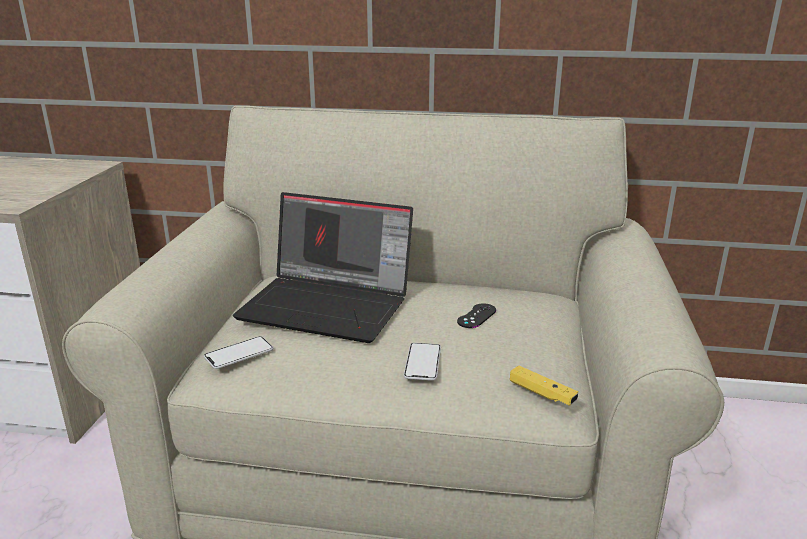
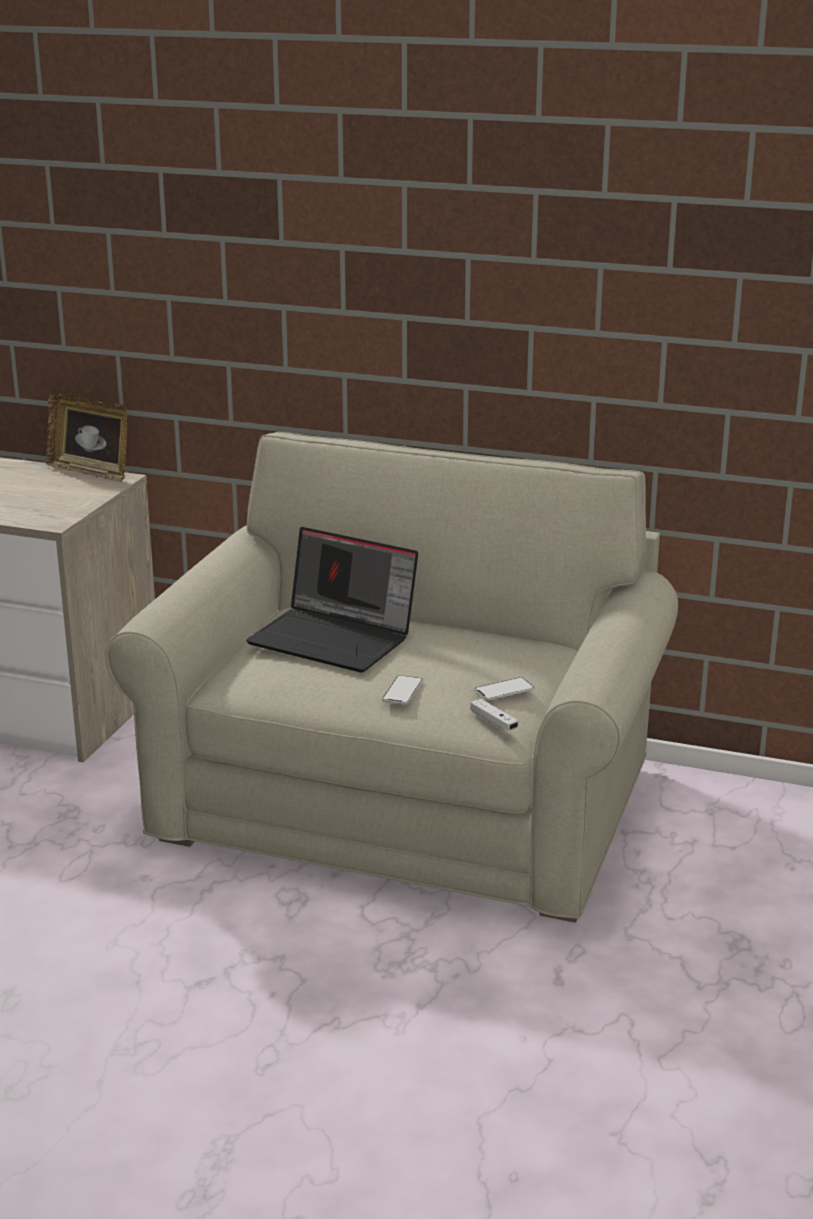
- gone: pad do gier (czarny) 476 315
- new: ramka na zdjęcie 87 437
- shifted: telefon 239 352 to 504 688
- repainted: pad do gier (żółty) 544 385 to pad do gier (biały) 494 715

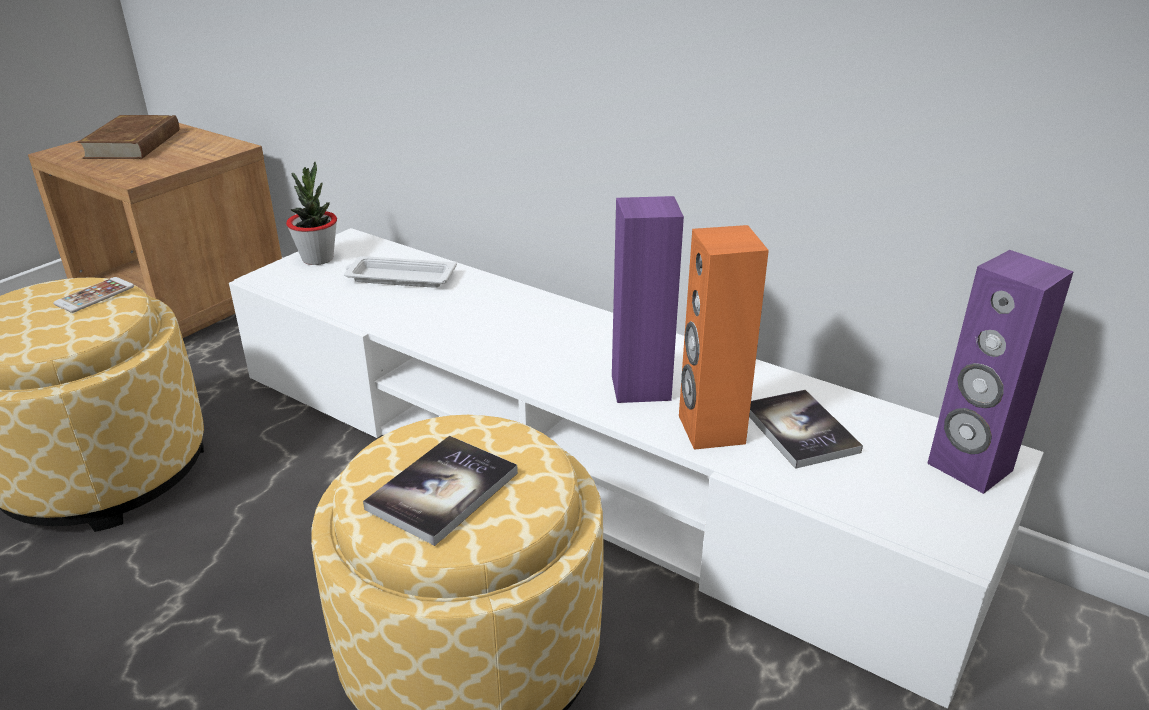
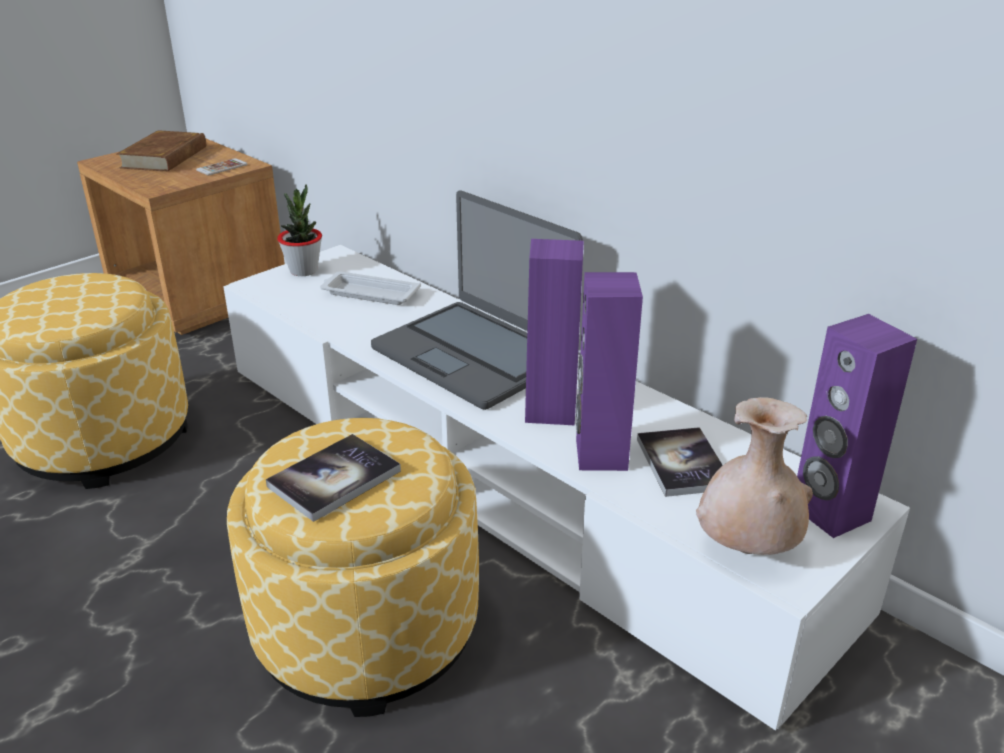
- new: laptop 477 300
- new: wazon (beżowy) 754 476
- shifted: telefon 93 295 to 221 166
- repainted: głośnik (pomarańczowy) 724 337 to głośnik (fioletowy) 609 371

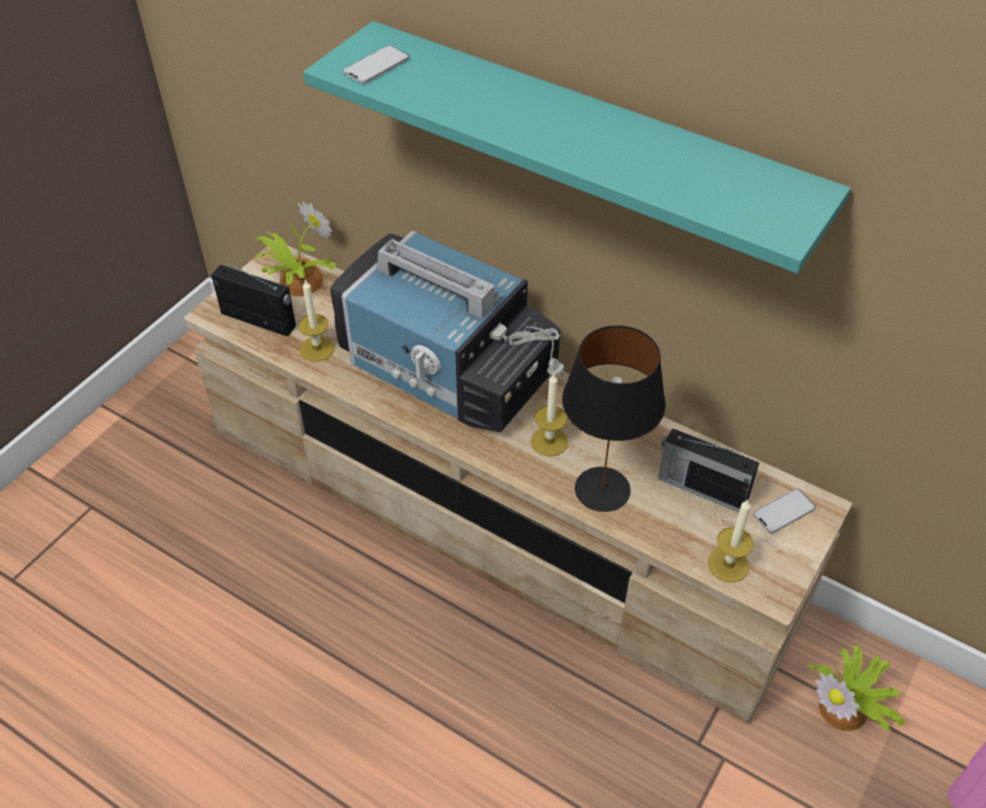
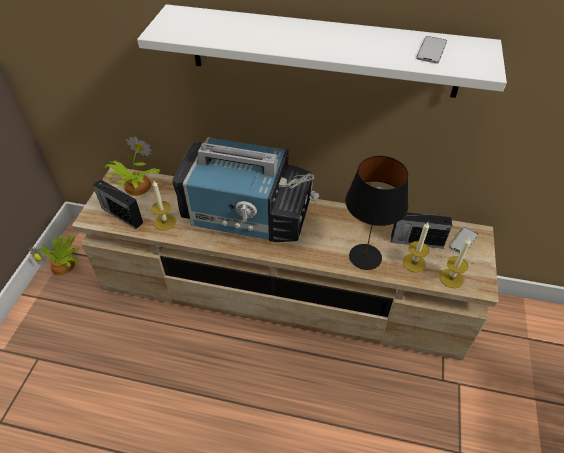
- shifted: telefon 376 64 to 431 50
- shifted: świeca 549 415 to 416 247
- shifted: roślina doniczkowa 856 687 to 54 255
- repainted: półka (turkusowy) 577 147 to półka (biały) 322 51
- rotated: radio 253 298 = 118 204 150 degrees counterclockwise

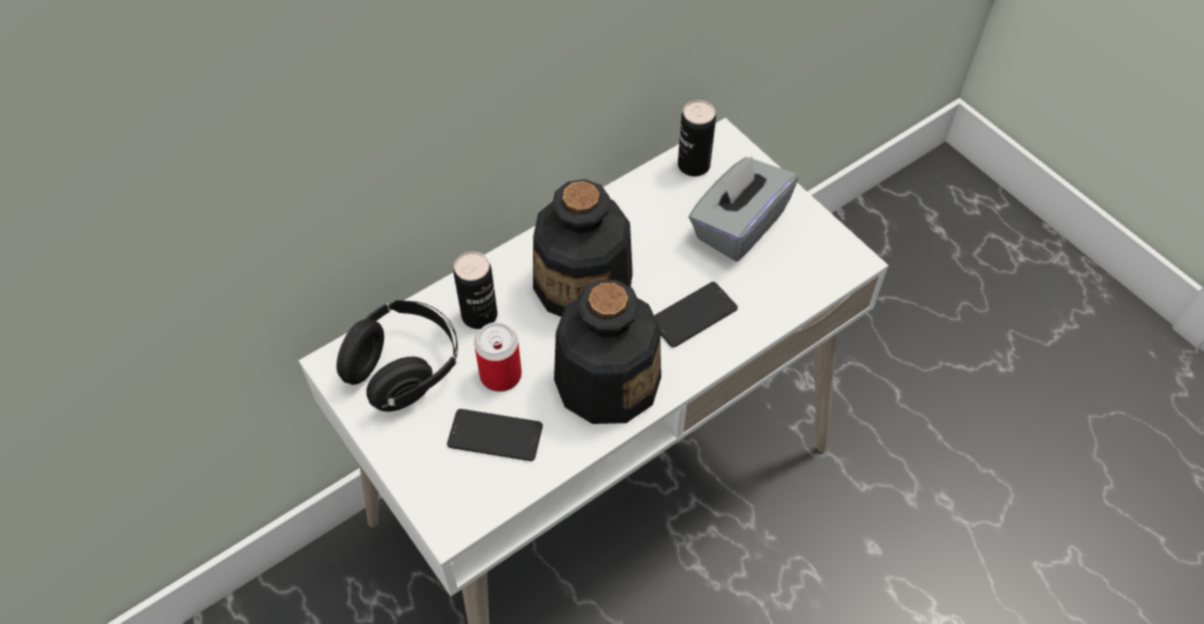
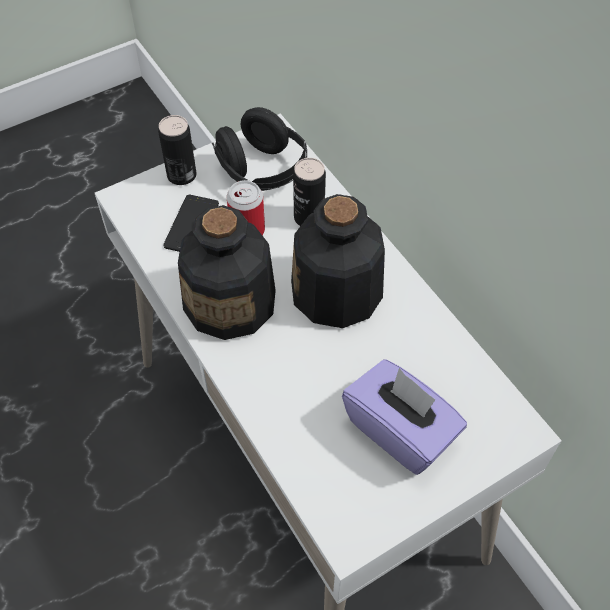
- gone: telefon 696 314
- shifted: puszka 697 138 to 177 150
- repainted: pudełko chusteczek (szary) 743 209 to pudełko chusteczek (fioletowy) 404 417

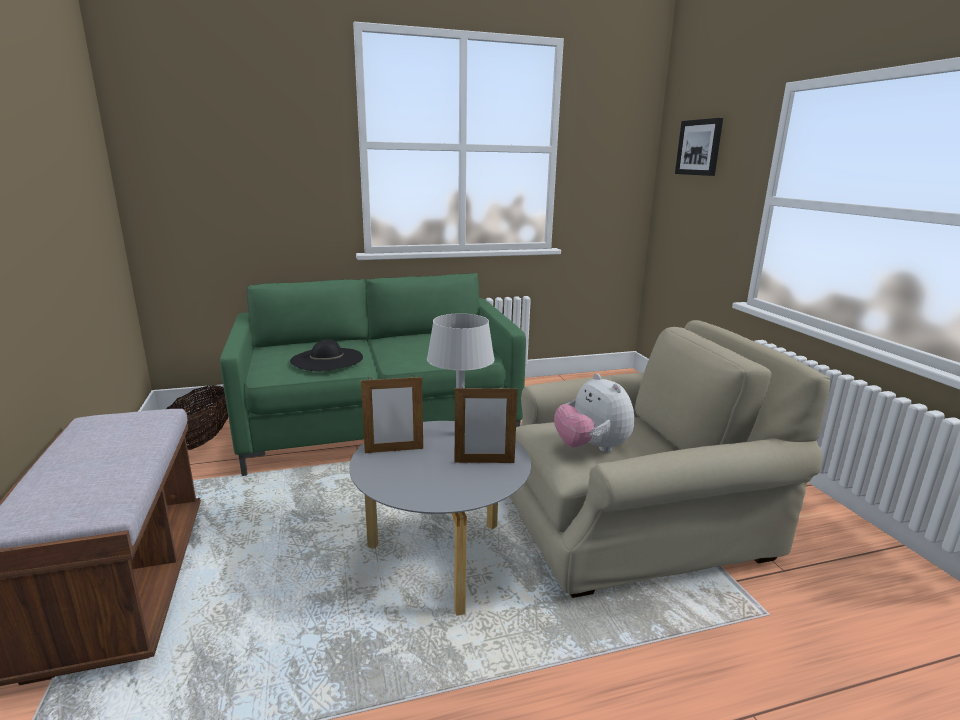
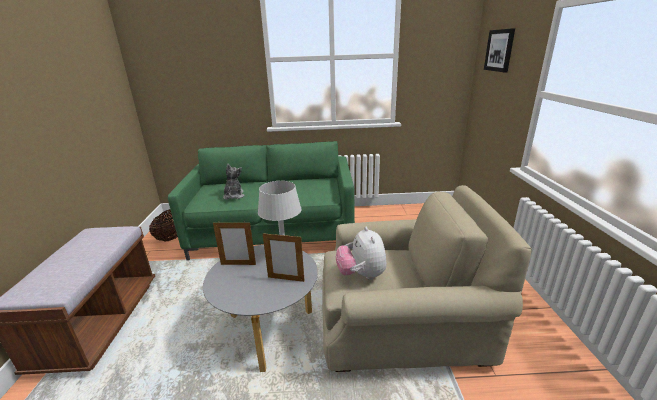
- swapped: kapelusz (czarny) 326 355 to pluszak 233 182

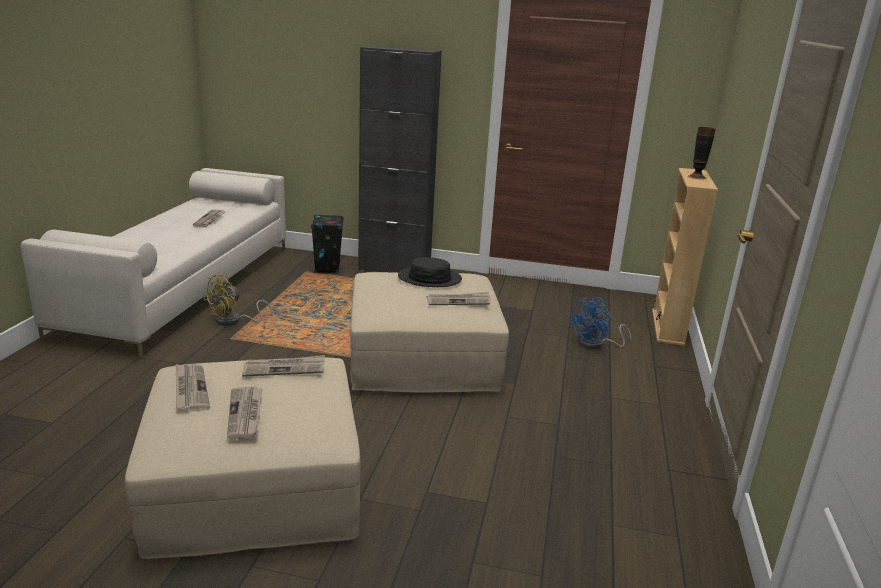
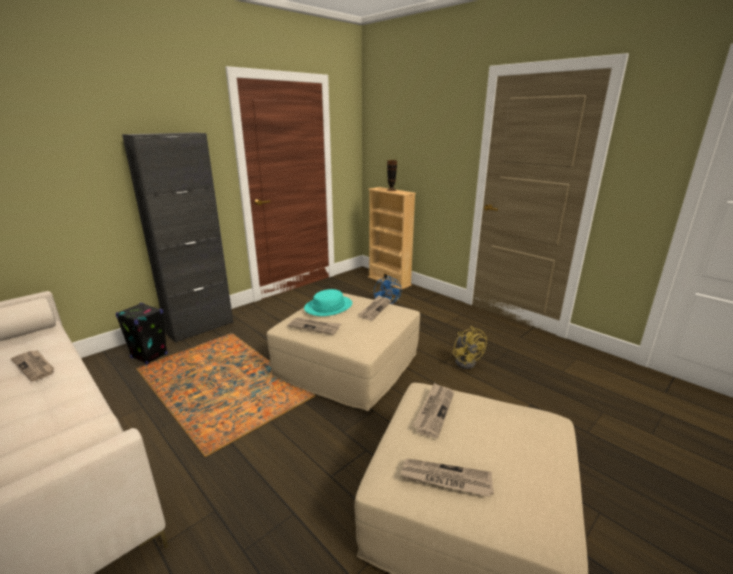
- shifted: wentylator (żółty) 238 300 to 469 347
- shifted: gazeta 244 412 to 314 326
- repainted: kapelusz (czarny) 430 272 to kapelusz (turkusowy) 328 302

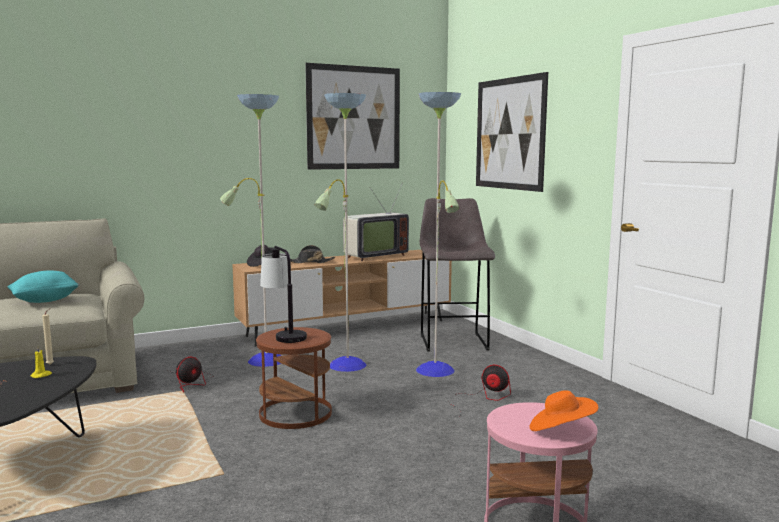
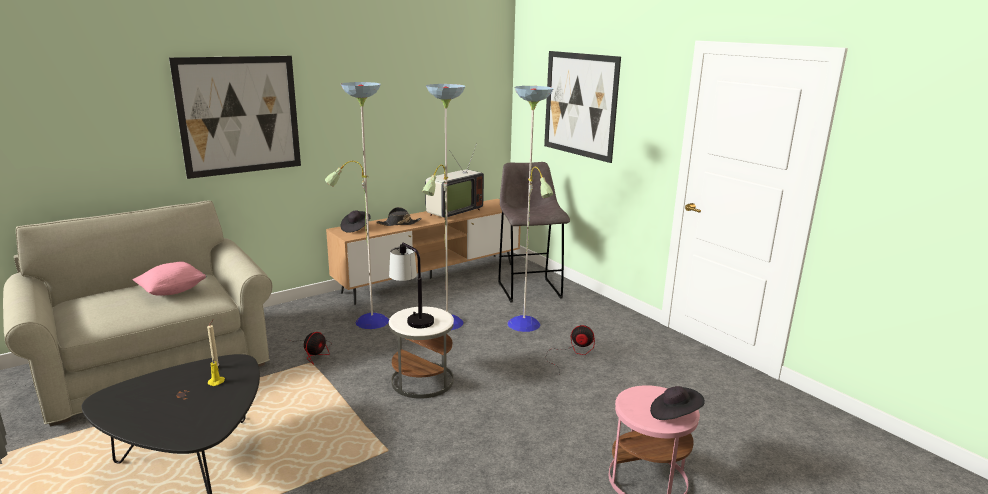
- shifted: obraz 352 116 to 235 117
- repainted: poduszka (turkusowy) 43 287 to poduszka (różowy) 170 278
- repainted: stolik (brązowy) 294 378 to stolik (biały) 421 353
- repainted: kapelusz (pomarańczowy) 564 410 to kapelusz (czarny) 677 403

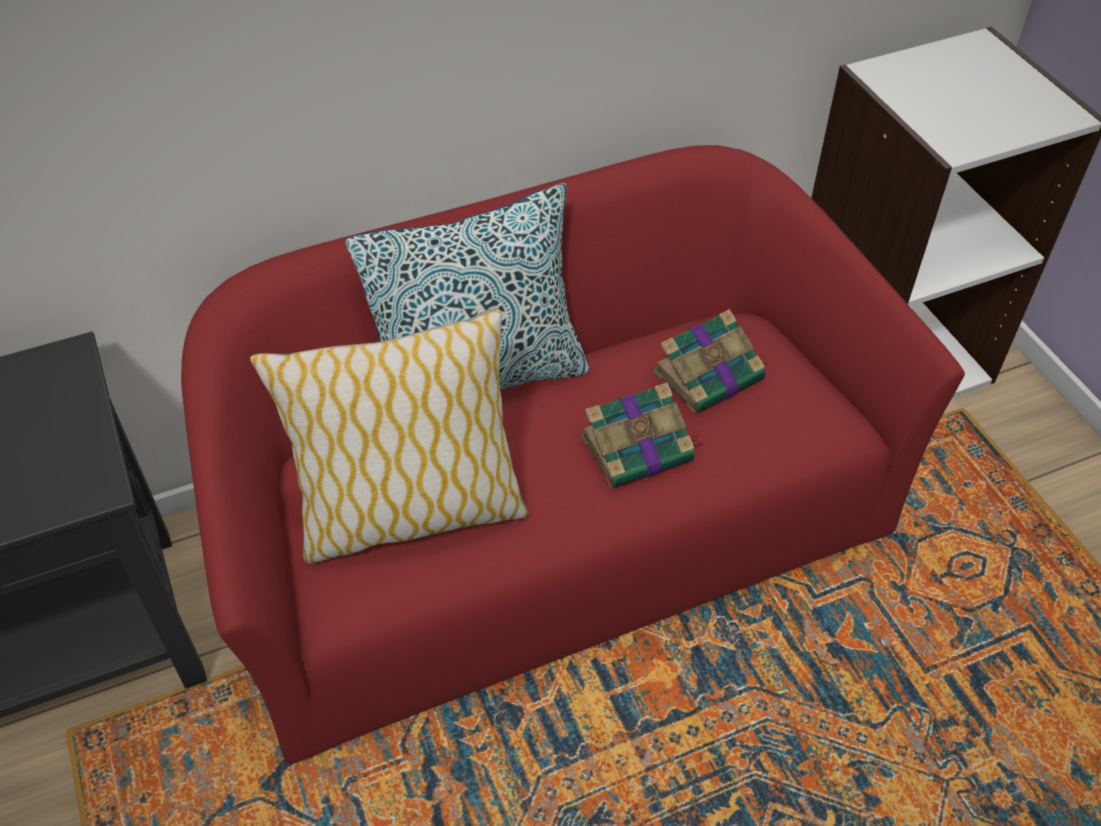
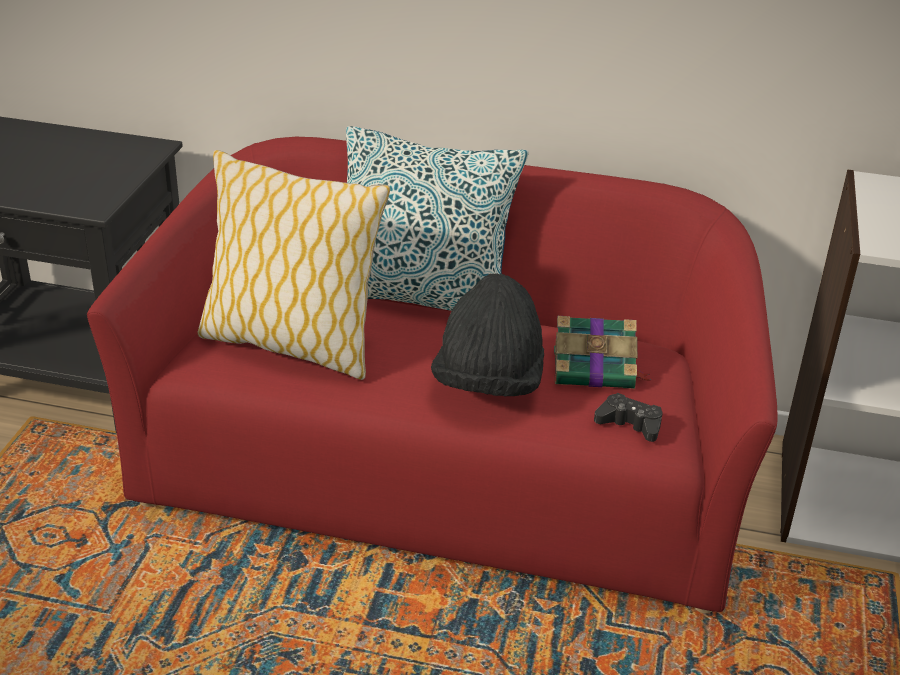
- new: pad do gier (czarny) 628 417
- swapped: książka 642 435 to kapelusz (czarny) 487 335

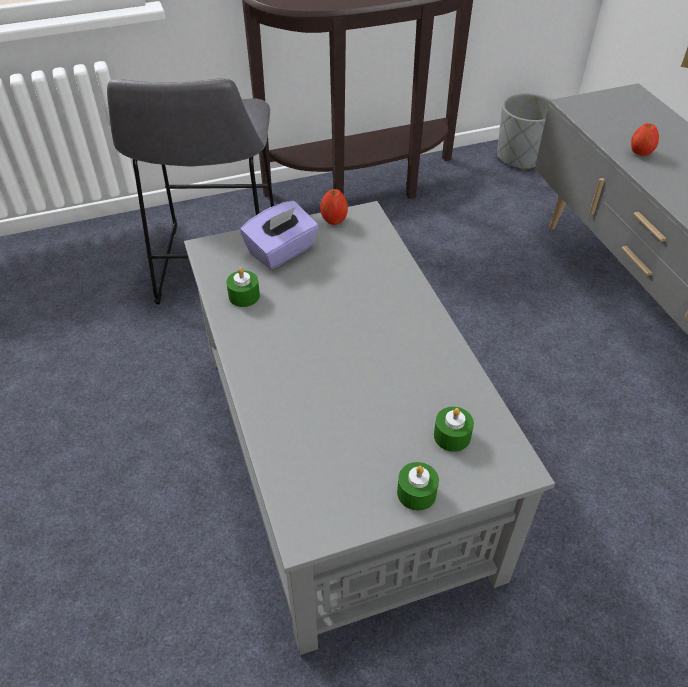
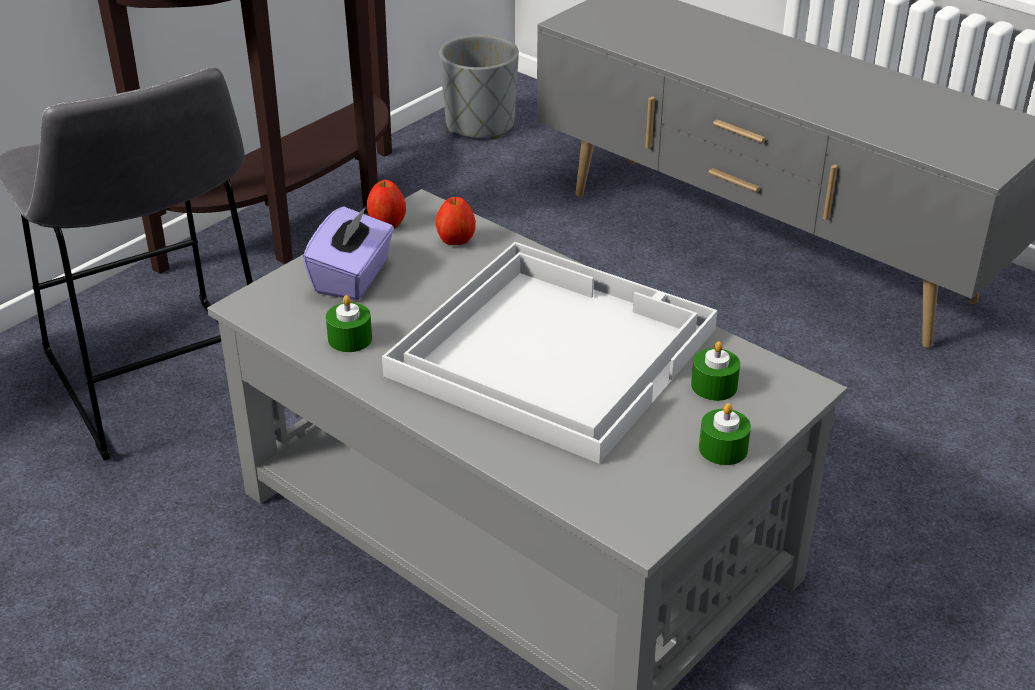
- new: taca (biały) 550 353
- shifted: jabłko 645 139 to 456 221

